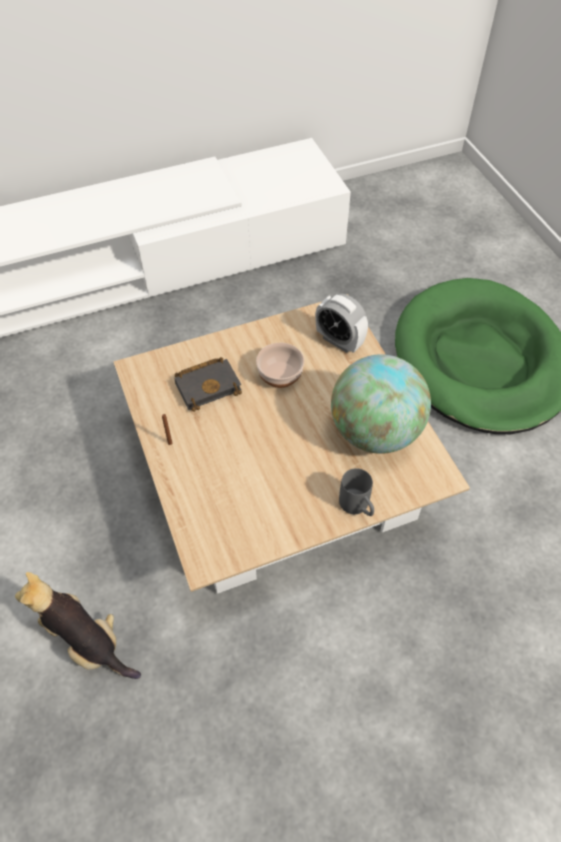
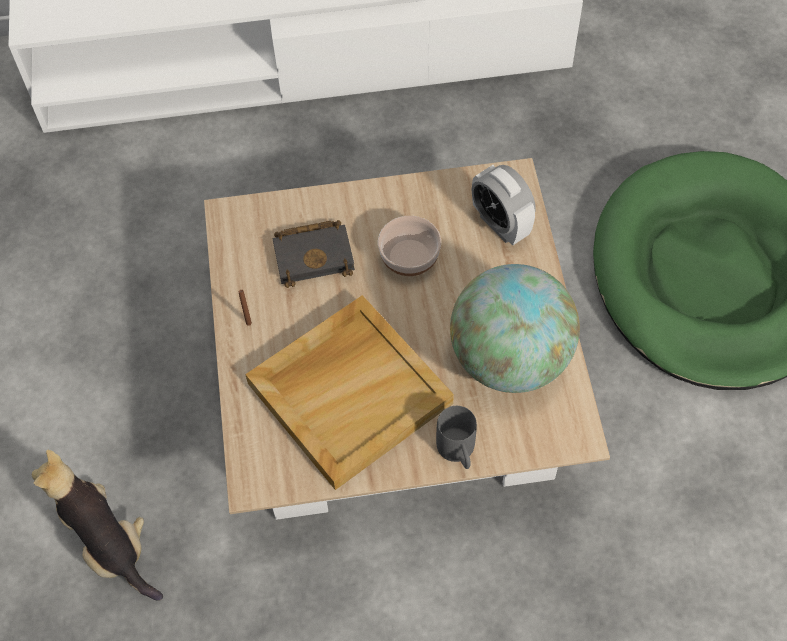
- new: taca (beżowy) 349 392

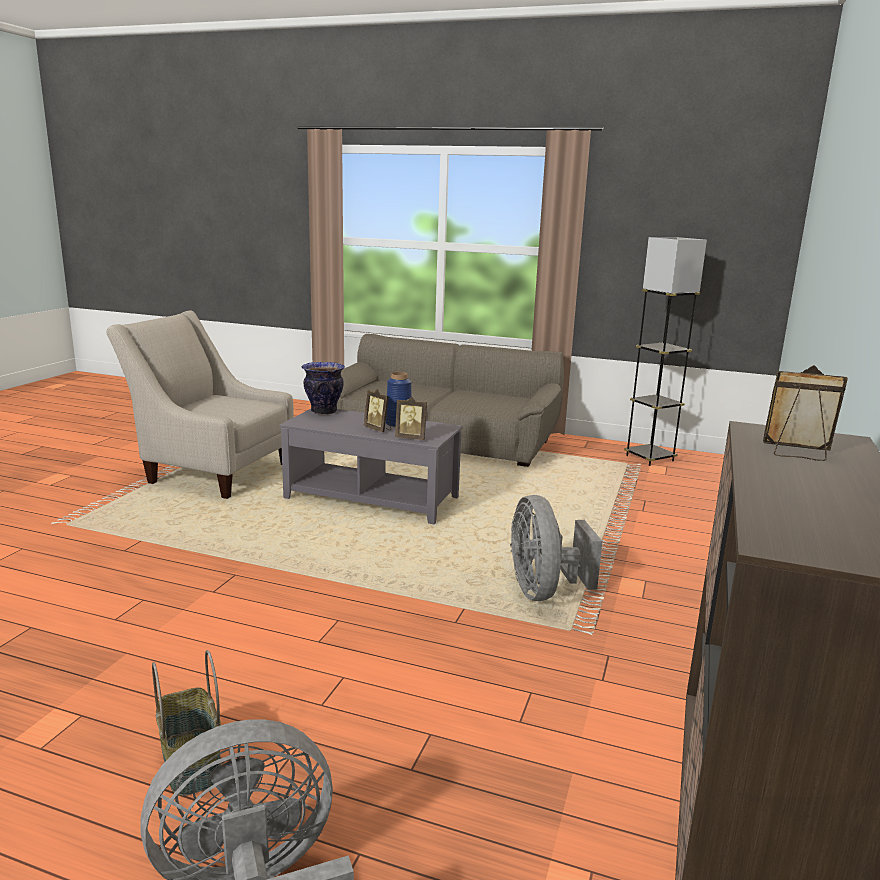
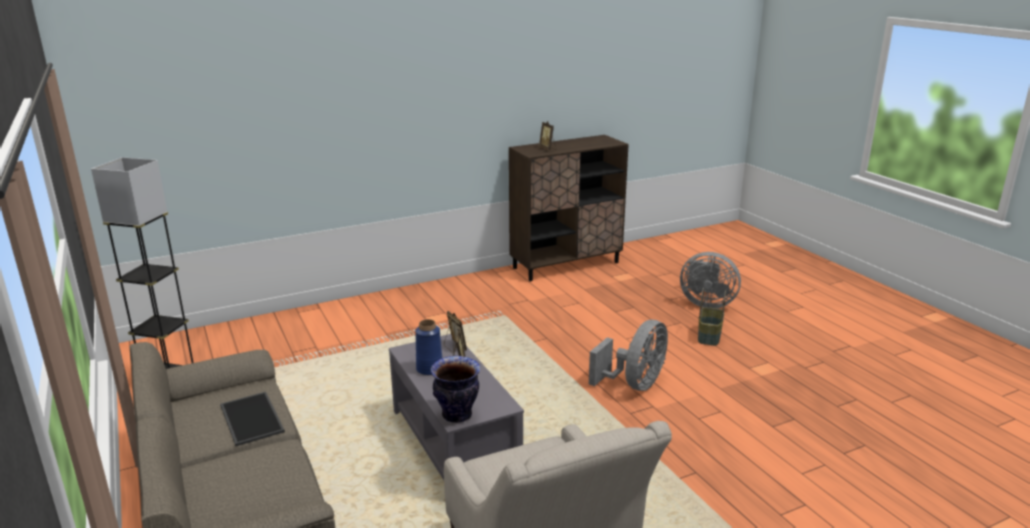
- new: taca 252 419
- shifted: wentylator (szary) 556 548 to 628 355

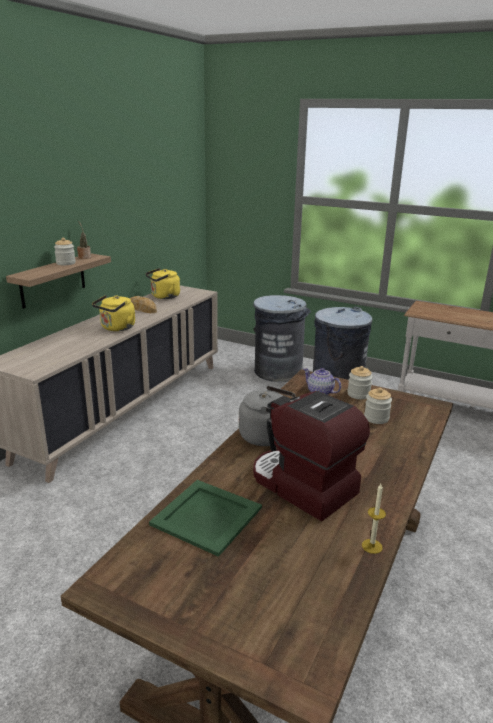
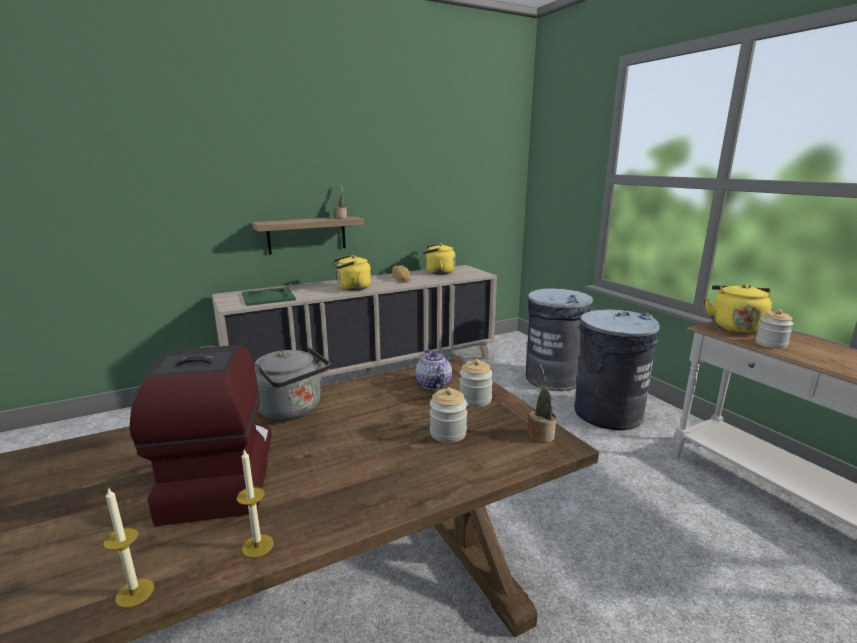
- new: świeca 255 504
- new: roślina doniczkowa 542 403
- new: czajnik (żółty) 738 309
- shifted: słoik 65 251 to 775 329
- shifted: taca (zielony) 205 518 to 269 296

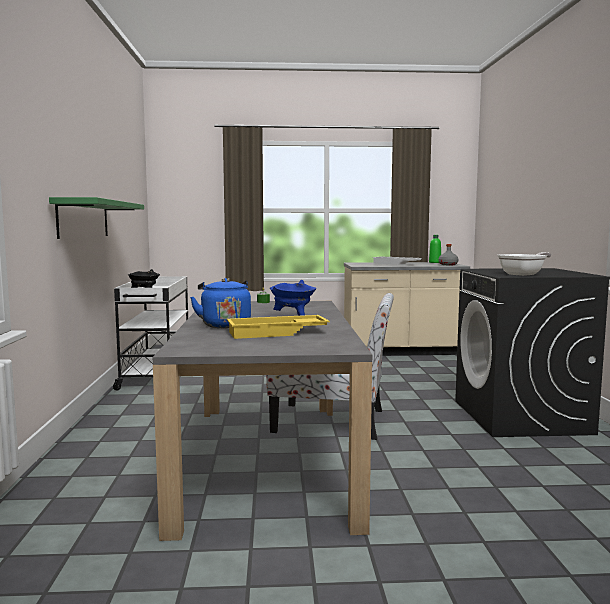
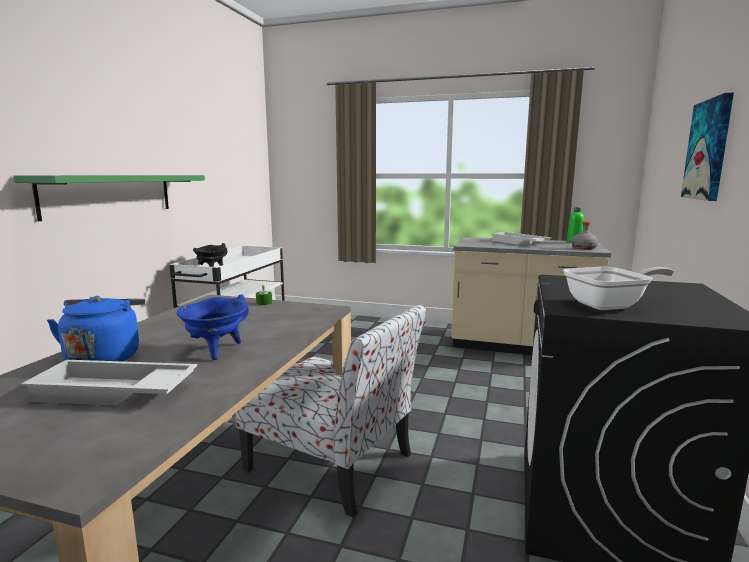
- new: obraz 707 147
- repainted: taca (żółty) 278 327 to taca (biały) 109 382

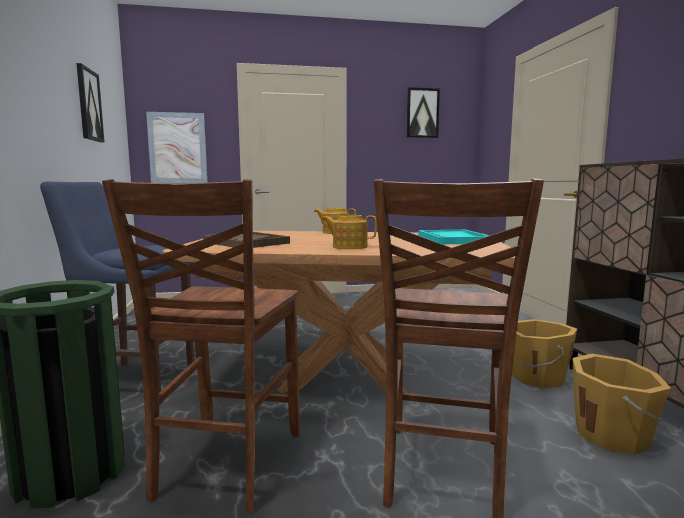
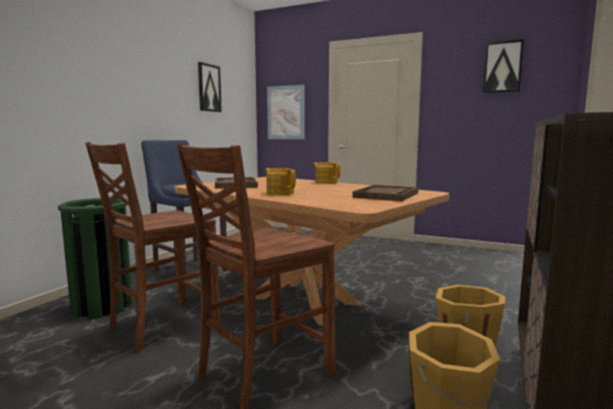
- repainted: taca (turkusowy) 453 237 to taca (brązowy) 385 193

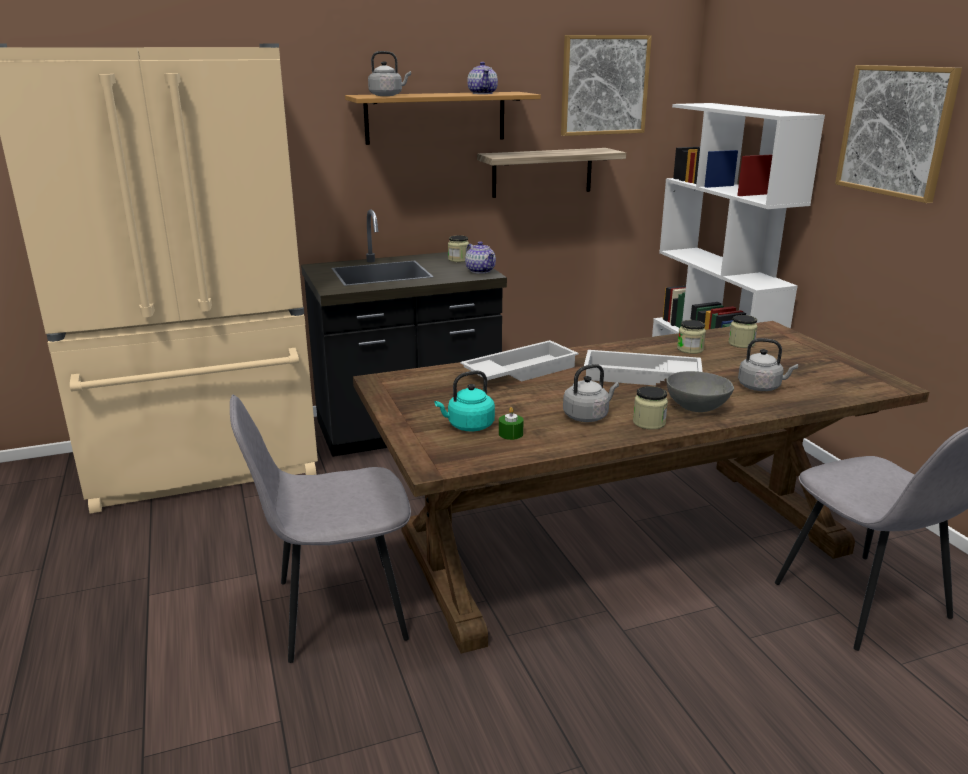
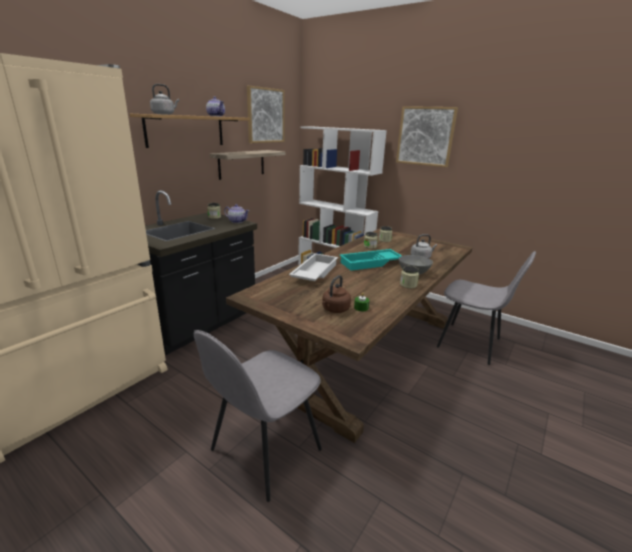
- gone: czajnik (szary) 591 393
- repainted: czajnik (turkusowy) 465 400 to czajnik (brązowy) 336 294
- repainted: taca (biały) 643 368 to taca (turkusowy) 371 260

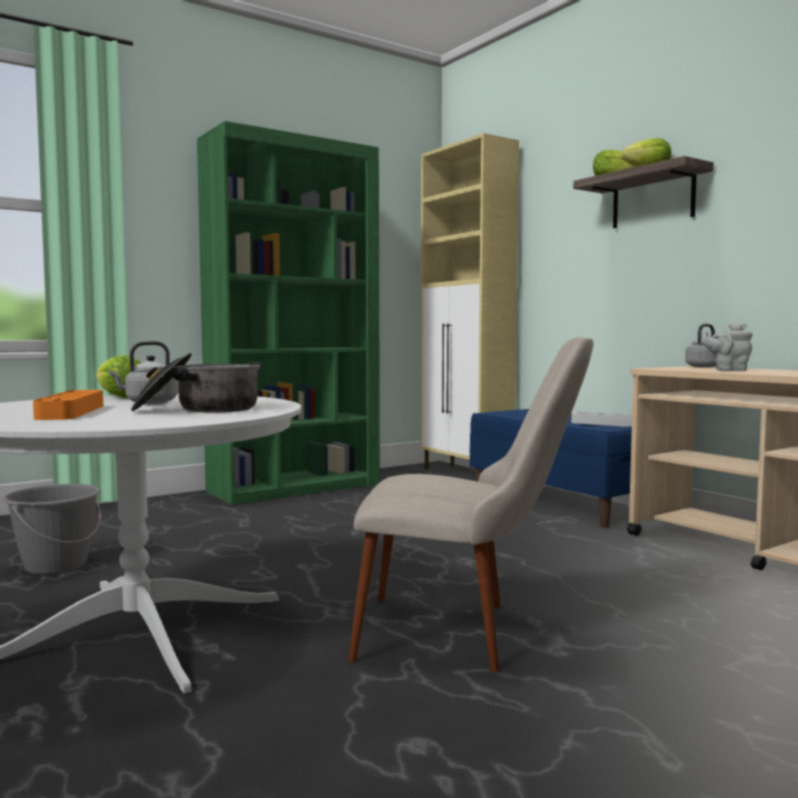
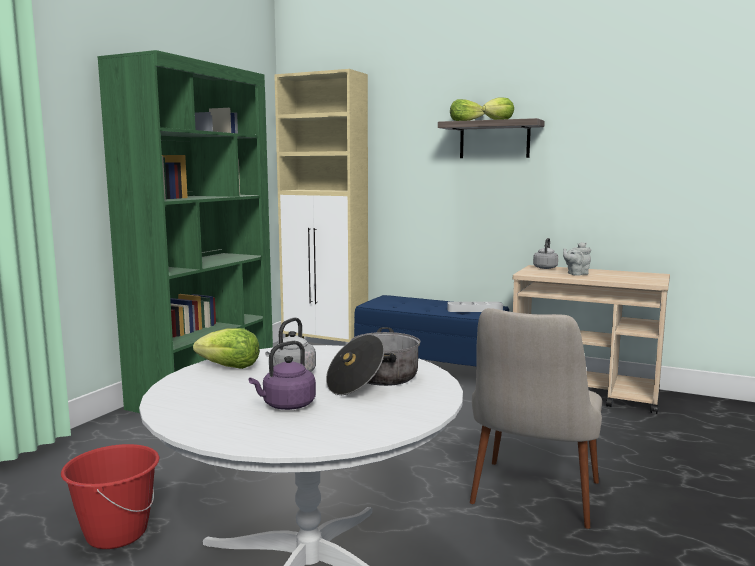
- swapped: taca (pomarańczowy) 68 405 to czajnik (fioletowy) 282 375
- repainted: wiadro (szary) 52 529 to wiadro (czerwony) 110 496
- rotated: krzesło (beżowy) 471 504 = 536 418 135 degrees clockwise

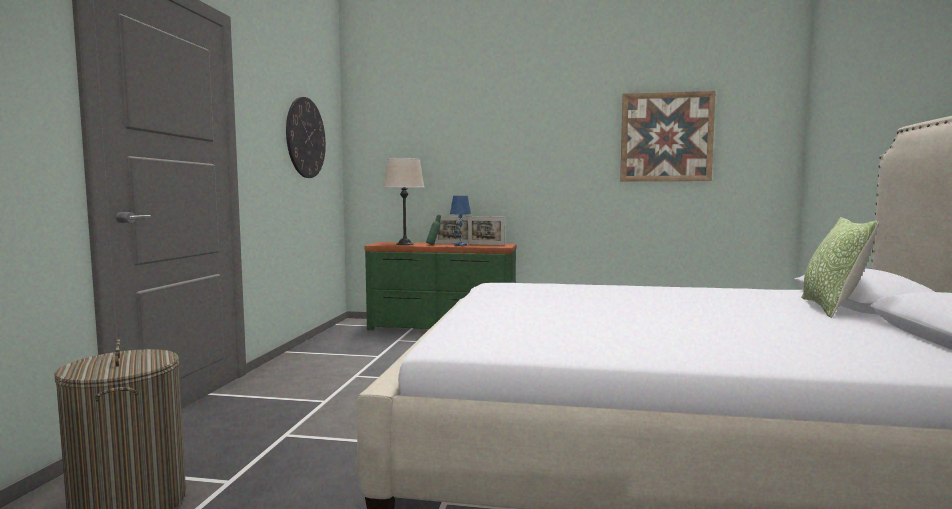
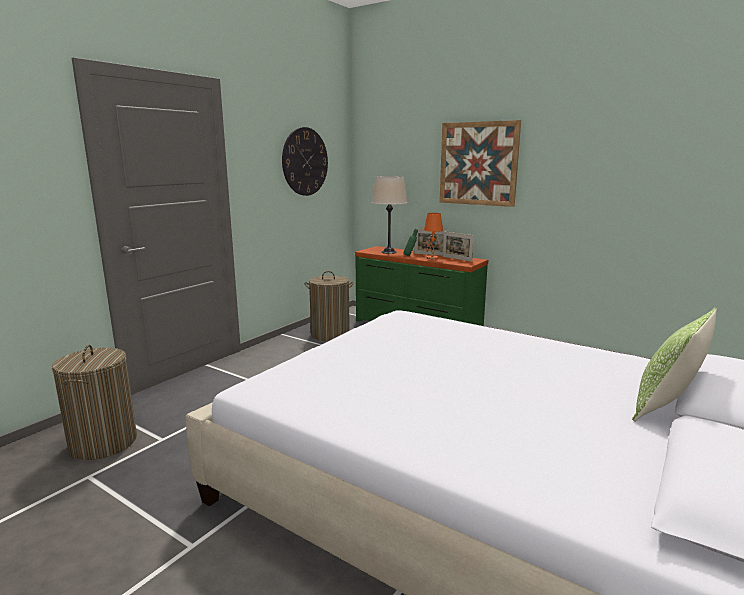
- new: kosz na pranie 329 306
- shifted: obraz 668 136 to 480 163
- repainted: lampa stołowa (niebieski) 460 221 to lampa stołowa (pomarańczowy) 433 236

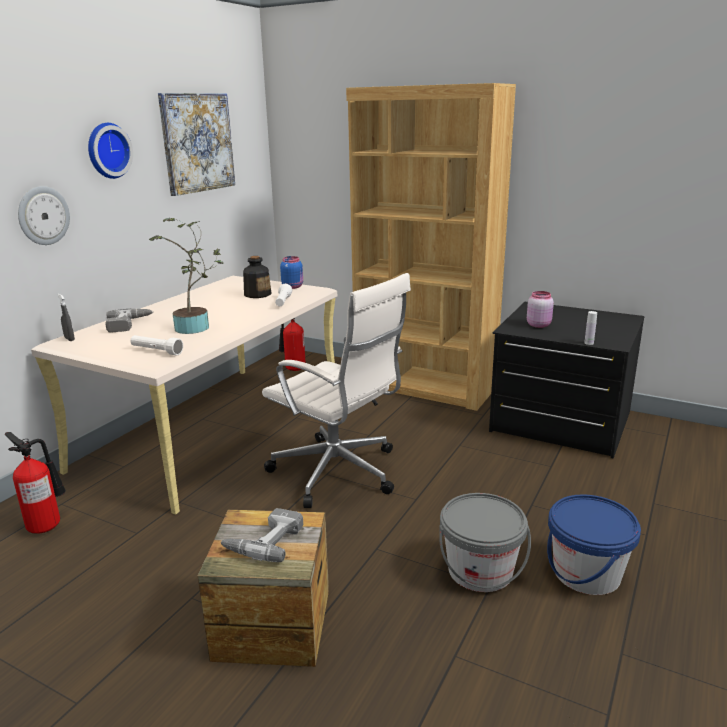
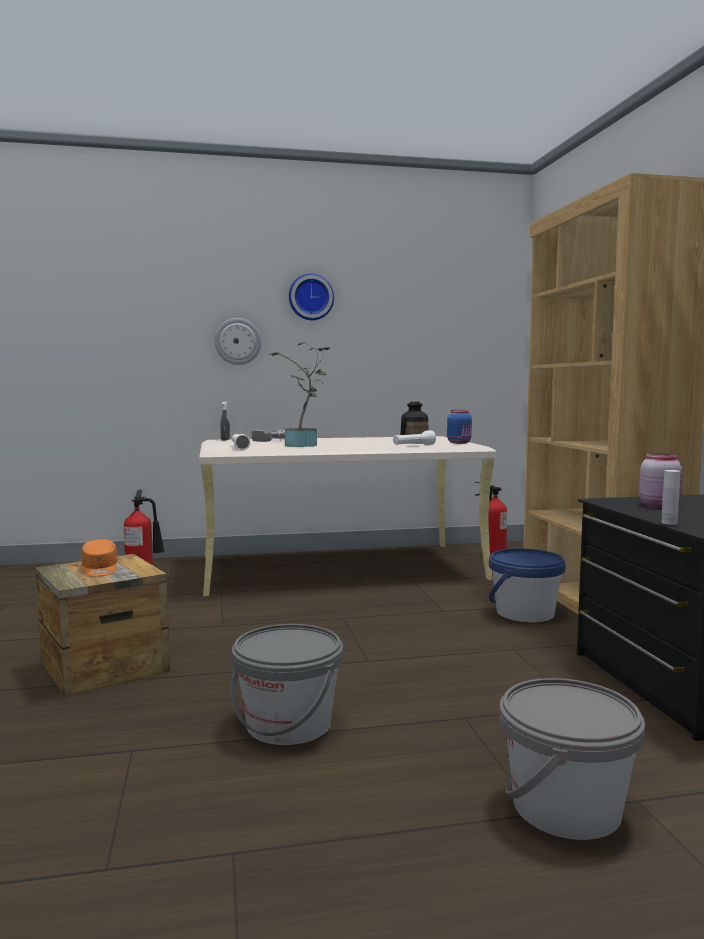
- gone: obraz 196 144
- gone: krzesło biurowe (biały) 336 390
- new: wiadro (szary) 572 759
- shifted: wiadro (niebieski) 594 544 to 527 585
- swapped: wiertarka 262 535 to czapka z daszkiem (pomarańczowy) 99 558

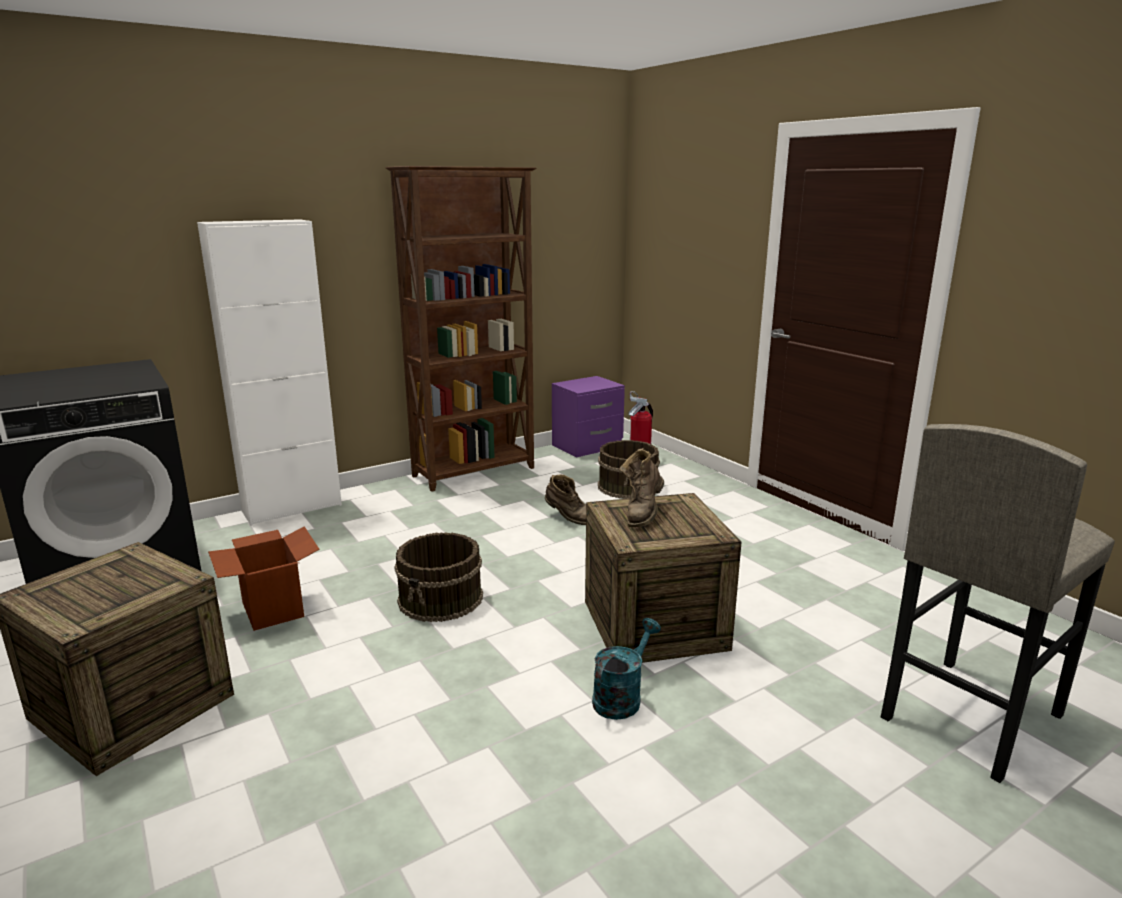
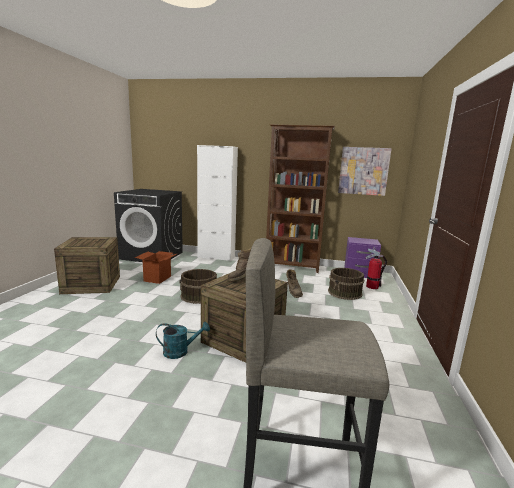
- new: obraz 365 171

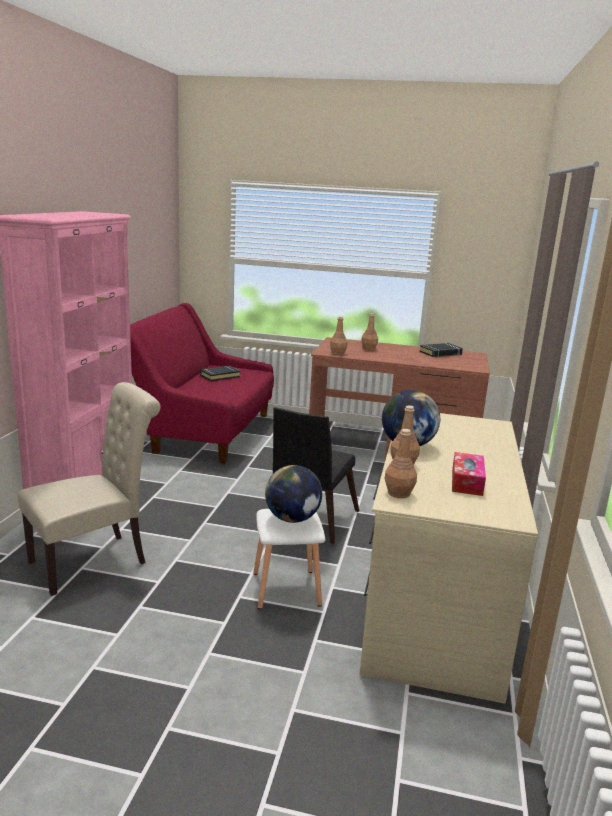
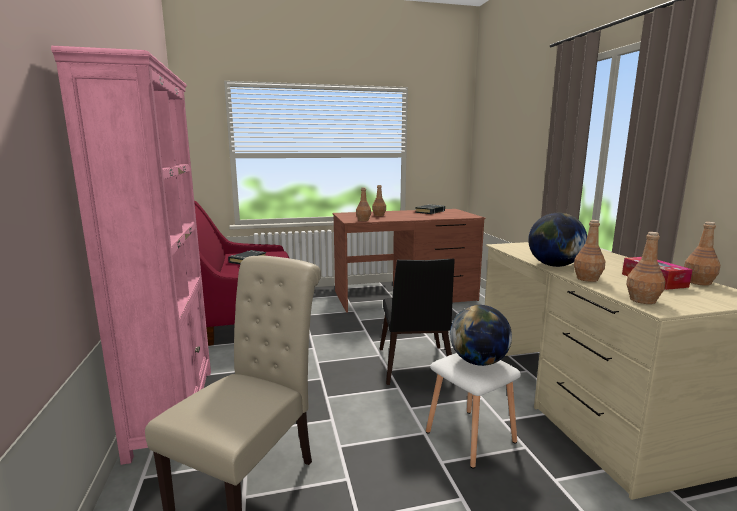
- new: butelka (brązowy) 702 254

